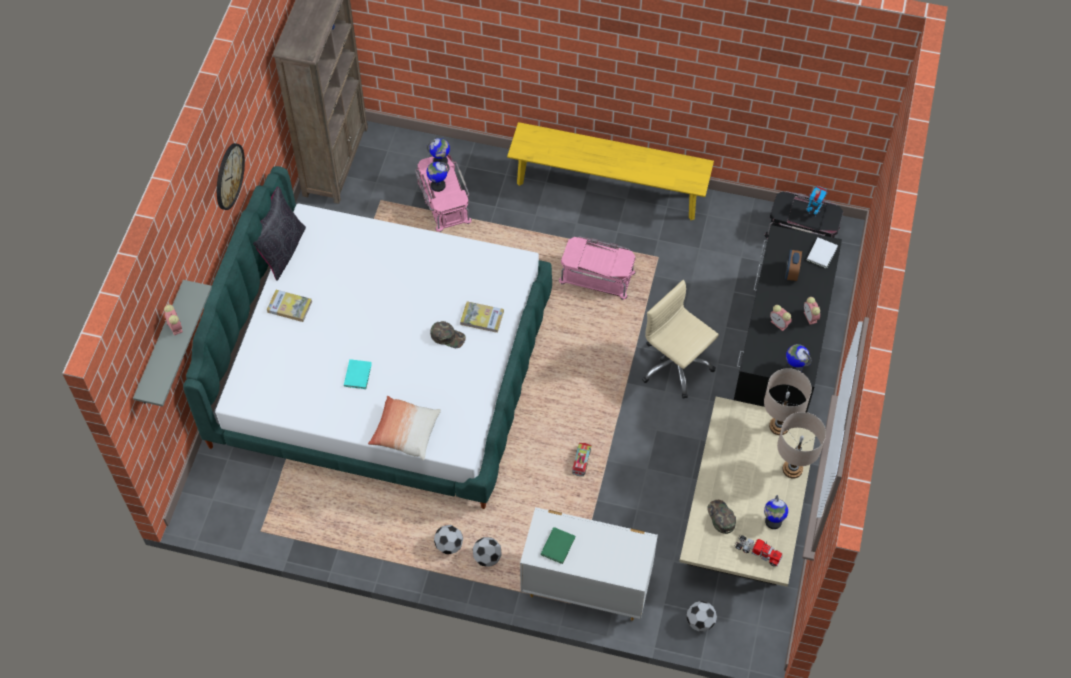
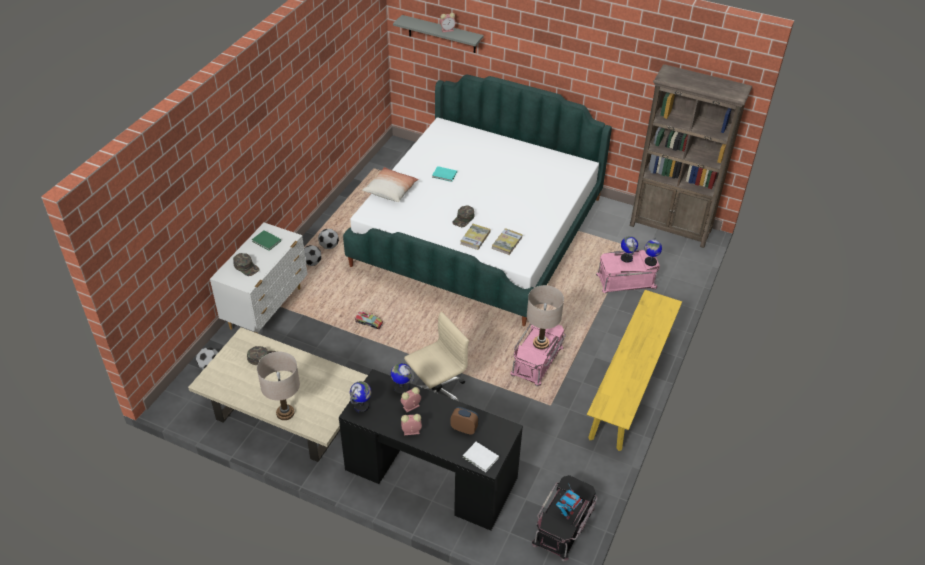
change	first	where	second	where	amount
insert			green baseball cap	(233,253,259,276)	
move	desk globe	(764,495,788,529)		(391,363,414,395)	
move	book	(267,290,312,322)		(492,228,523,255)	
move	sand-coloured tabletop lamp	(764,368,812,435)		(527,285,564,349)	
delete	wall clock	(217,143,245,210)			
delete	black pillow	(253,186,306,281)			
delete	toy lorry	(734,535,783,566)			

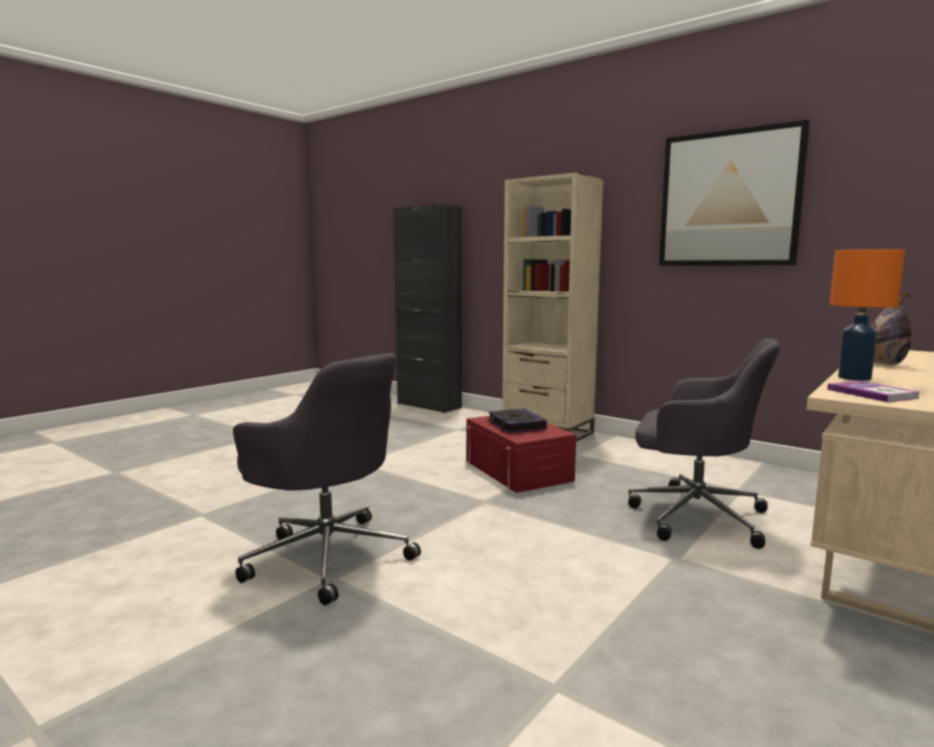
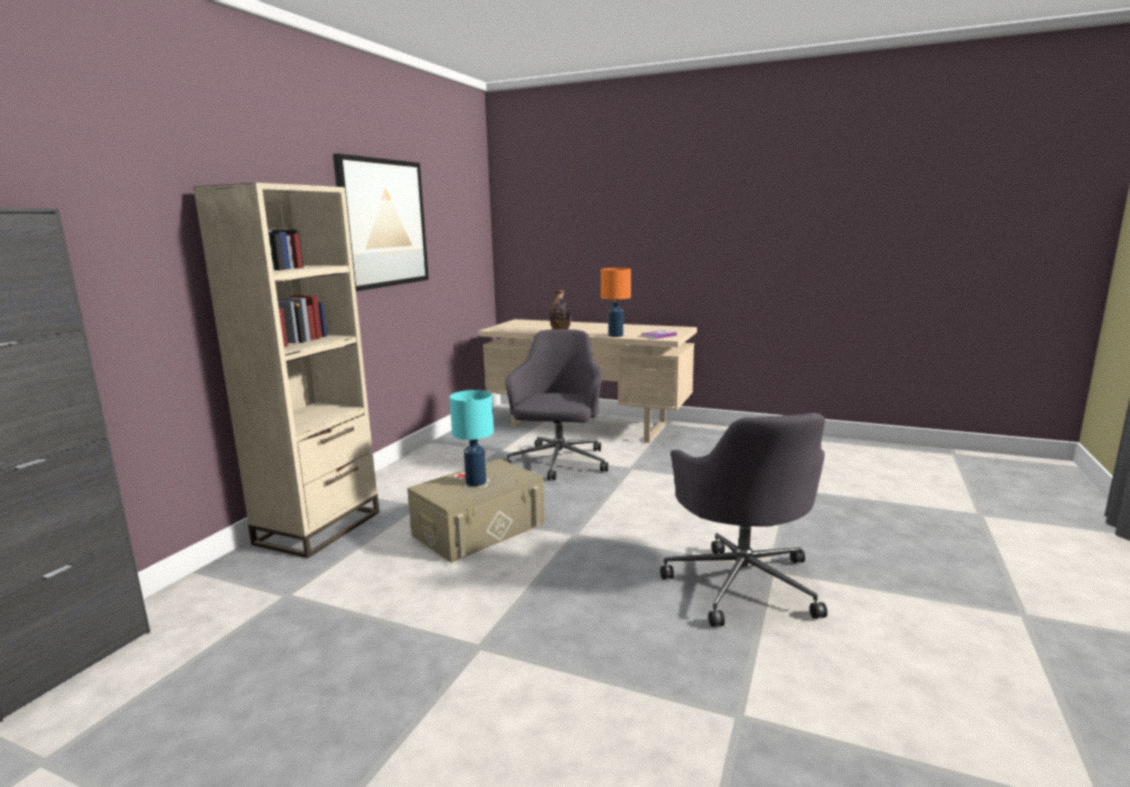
change	first	where	second	where	amount
recolor	red-coloured storage bin	(466,416,576,493)	sand-coloured storage bin	(407,459,545,563)	
replace	book	(488,408,547,433)	turquoise tabletop lamp	(450,390,494,486)	
rotate	greyish office chair	(233,353,421,605)		(660,413,828,627)	150 degrees clockwise

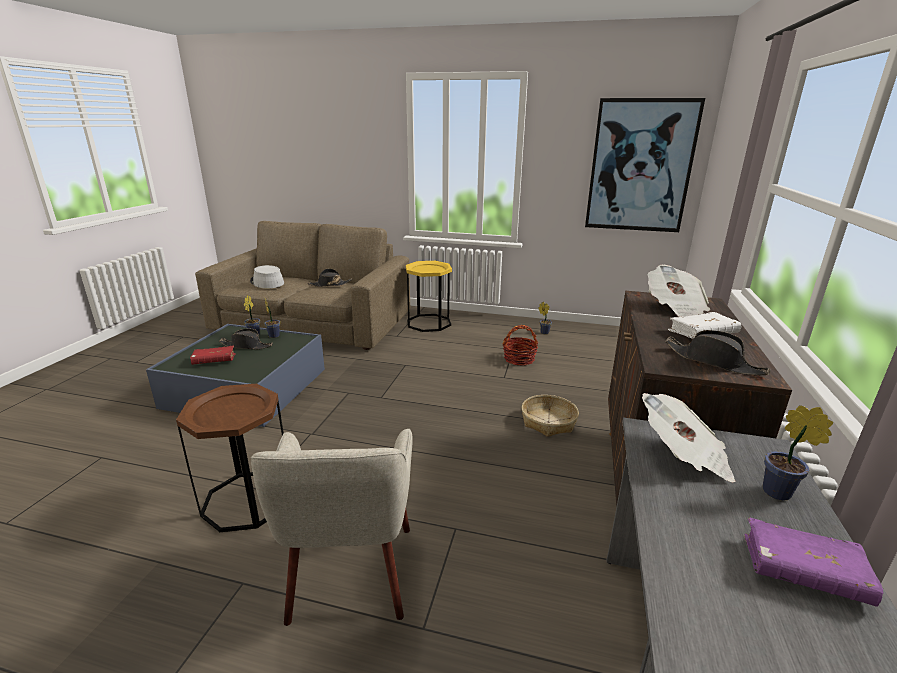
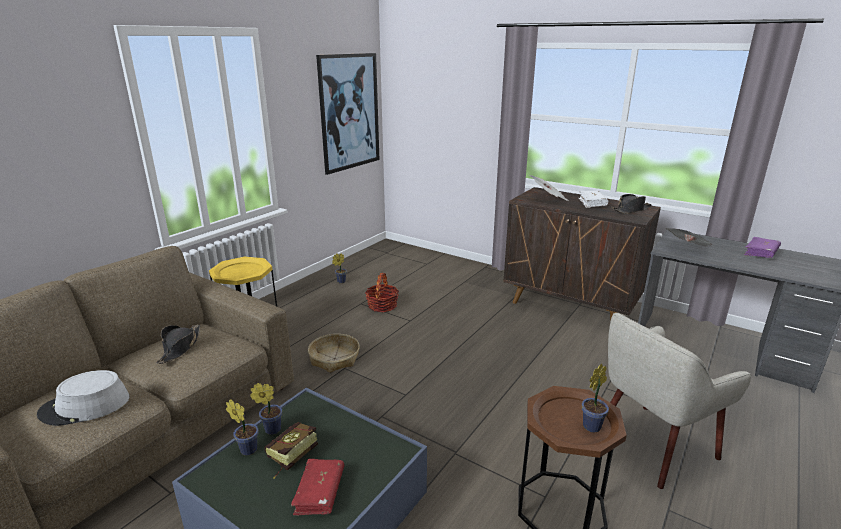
change	first	where	second	where	amount
replace	black hat	(219,329,273,350)	book	(264,422,318,479)	
move	household basket	(521,395,579,437)		(308,334,360,373)	
move	potted plant	(763,405,833,501)		(582,364,609,433)	
rotate	sand-coloured armchair	(251,429,413,626)		(608,313,751,489)	135 degrees clockwise

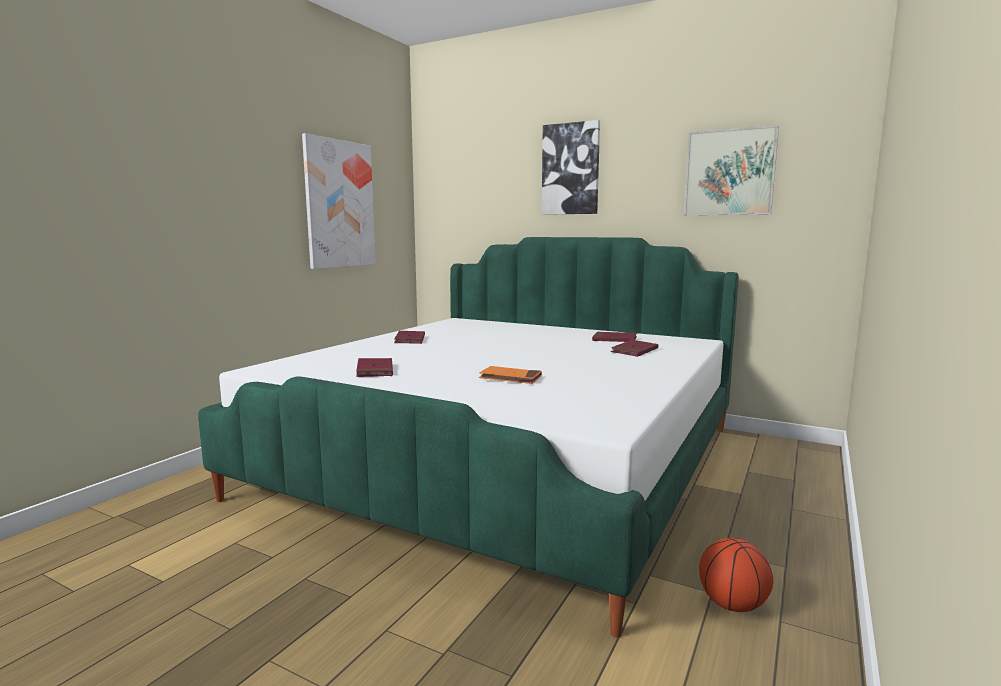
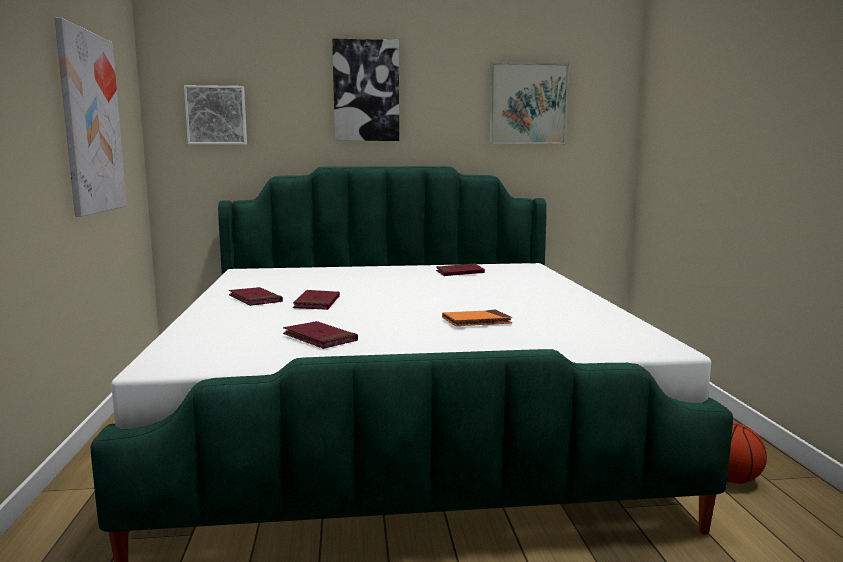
change	first	where	second	where	amount
insert			wall art	(184,85,247,145)	
move	red-coloured book	(611,340,658,357)		(293,290,340,310)	

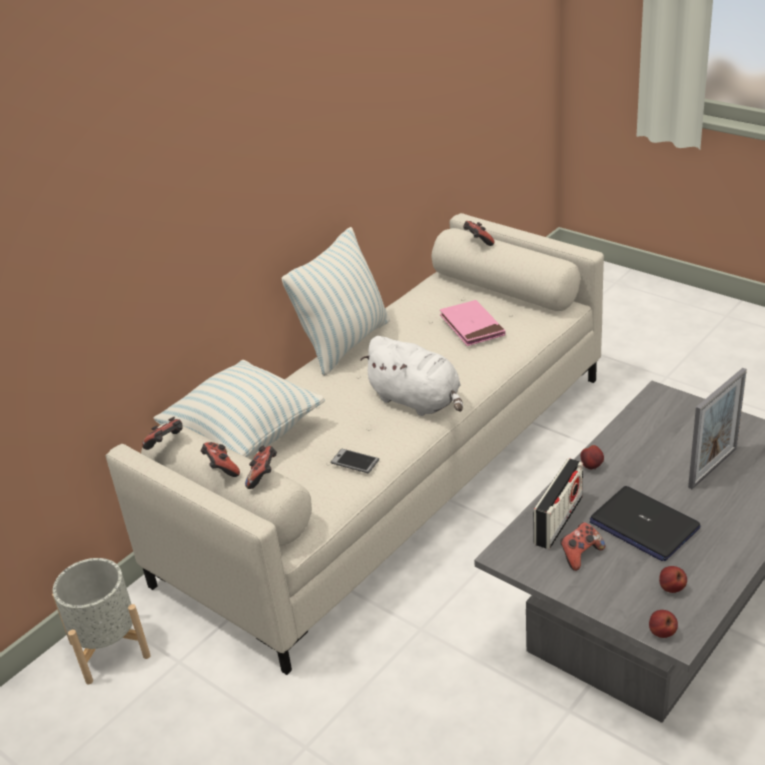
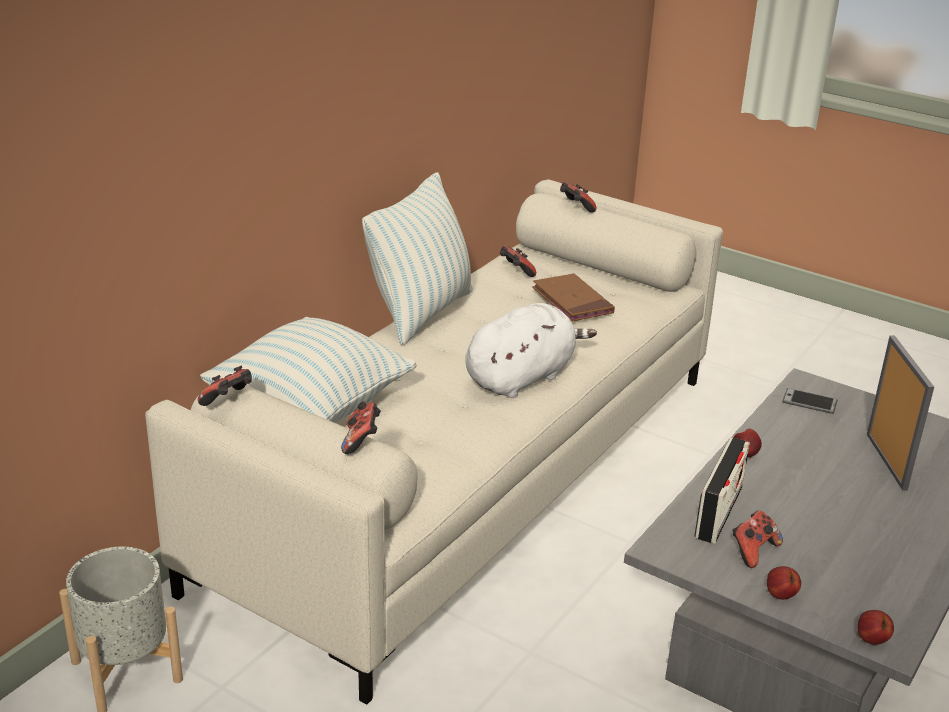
change	first	where	second	where	amount
rotate	white-coloured plush toy	(360,336,463,416)		(465,303,597,398)	75 degrees counterclockwise
move	joypad	(201,442,240,477)		(500,246,536,277)	
recolor	pinkish book	(440,300,505,346)	brownish book	(532,273,615,322)	
move	apple	(659,566,687,593)		(767,566,801,600)	
move	phone	(330,449,379,473)		(782,388,838,414)	
rotate	standing frame	(688,368,747,489)		(867,335,934,491)	45 degrees counterclockwise
delete	notebook computer	(590,486,701,561)			

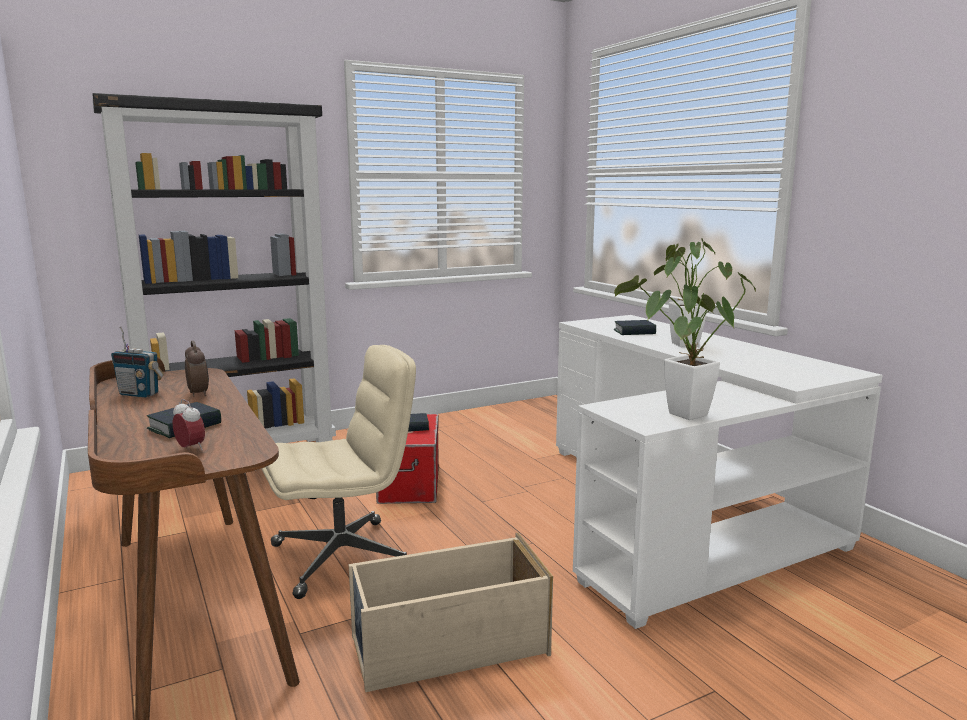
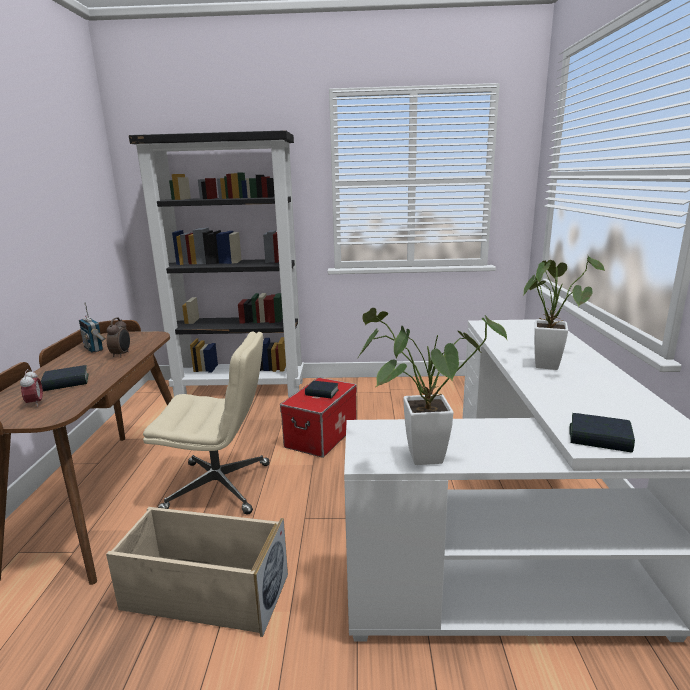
change	first	where	second	where	amount
move	book	(614,320,656,335)		(569,413,635,453)	

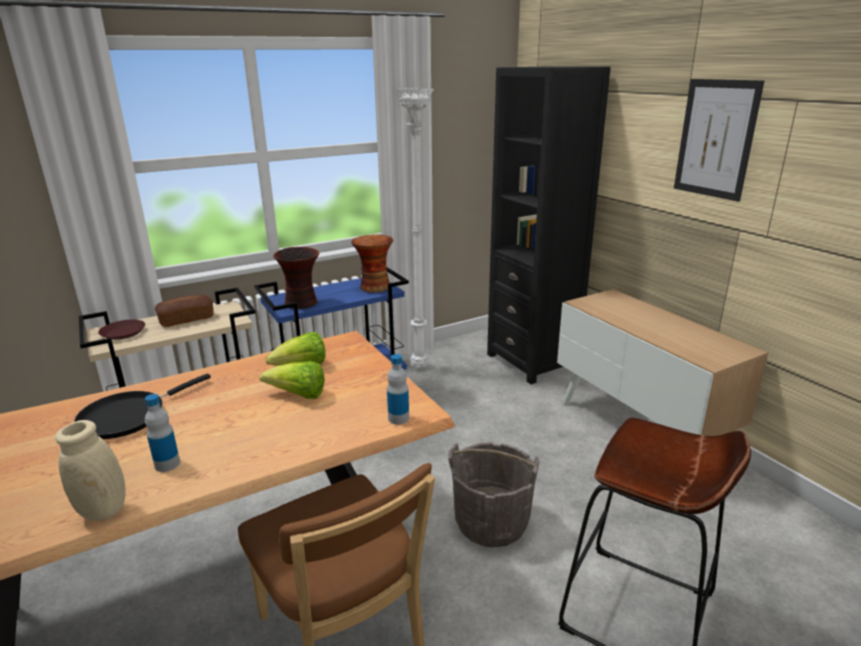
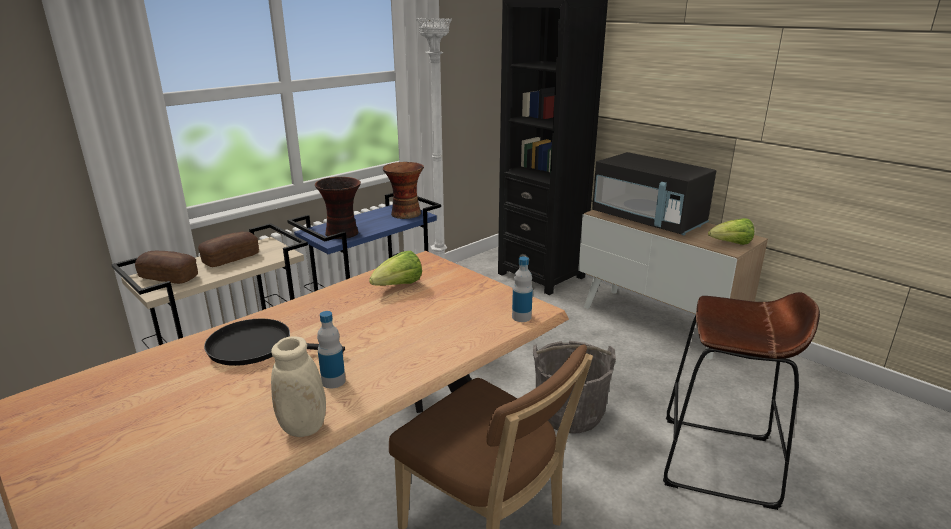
change	first	where	second	where	amount
replace	brownish flat dish	(98,320,145,340)	baked bread	(135,251,198,284)	
rotate	black frying pan	(74,374,211,439)		(204,319,345,366)	75 degrees clockwise
insert			black microwave	(592,152,716,235)	
move	lettuce	(260,361,325,399)		(708,218,754,245)	
delete	wall art	(674,79,764,202)			

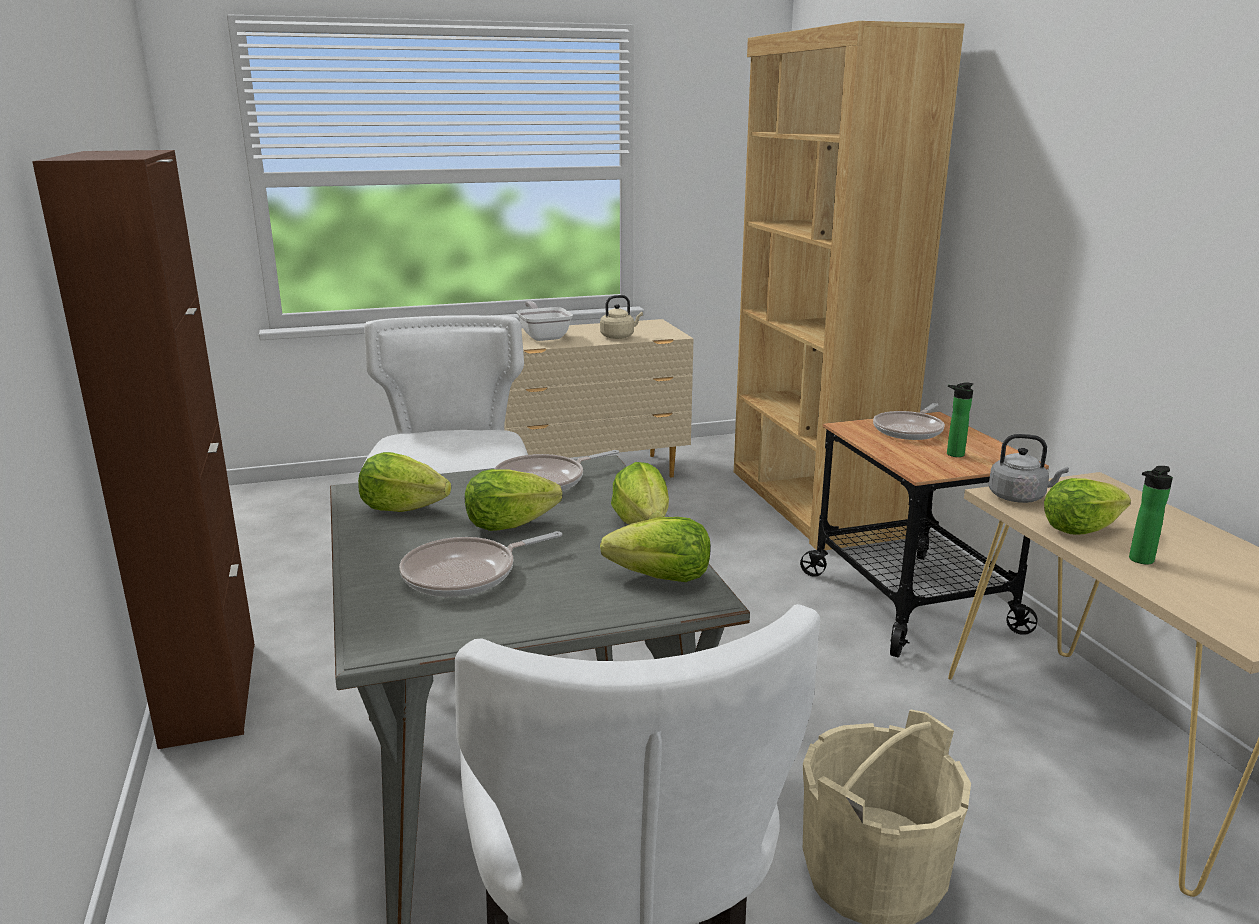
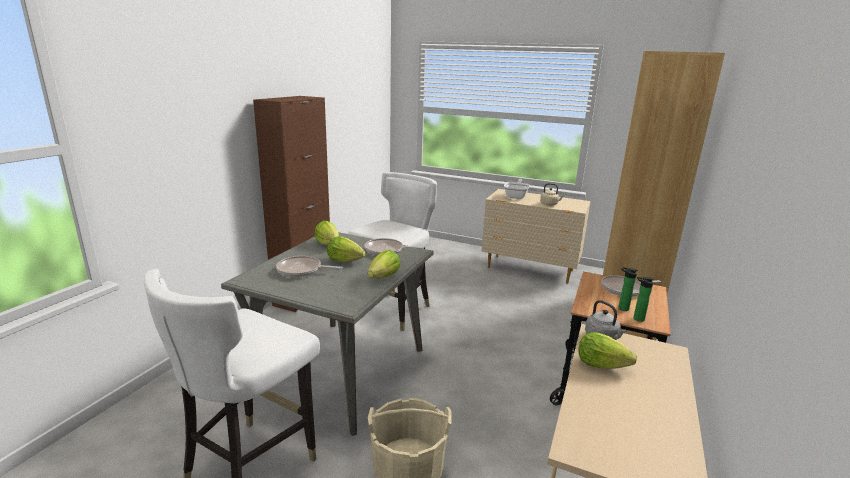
change	first	where	second	where	amount
move	bottle	(1129,466,1173,564)		(633,277,654,322)	
delete	lettuce	(600,517,711,582)			

